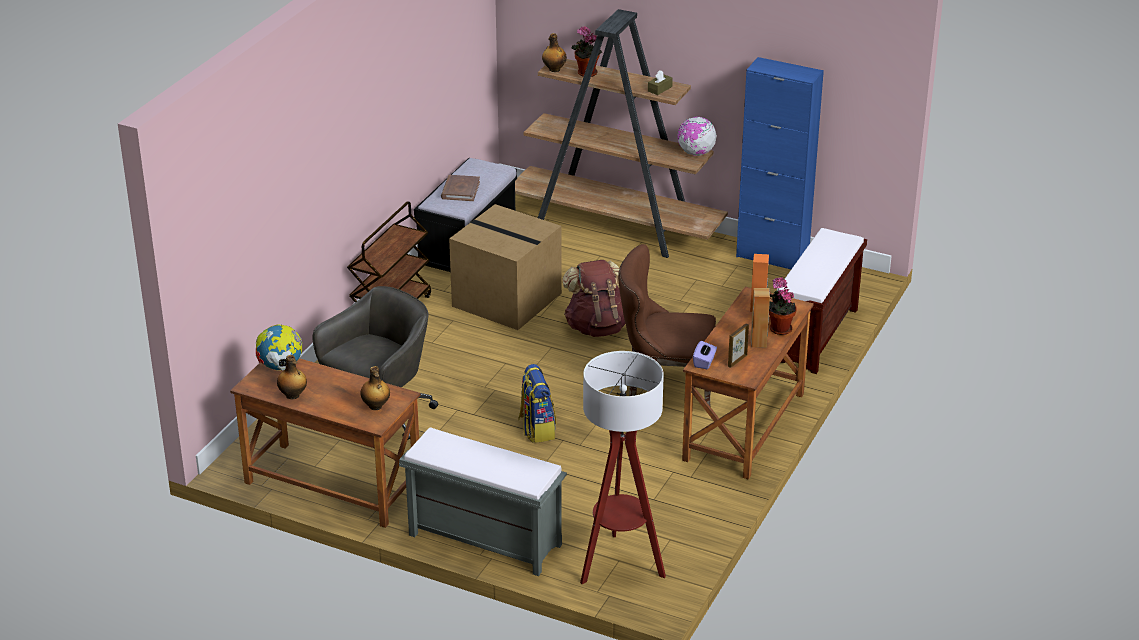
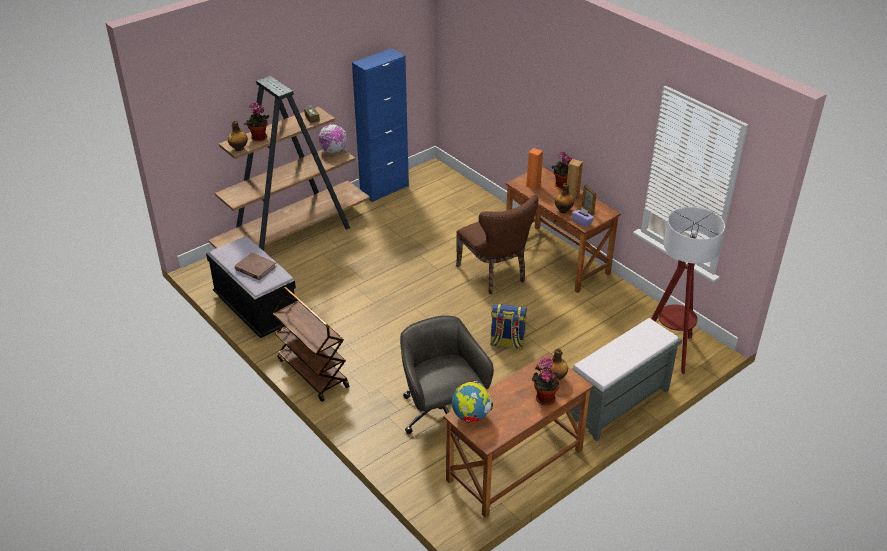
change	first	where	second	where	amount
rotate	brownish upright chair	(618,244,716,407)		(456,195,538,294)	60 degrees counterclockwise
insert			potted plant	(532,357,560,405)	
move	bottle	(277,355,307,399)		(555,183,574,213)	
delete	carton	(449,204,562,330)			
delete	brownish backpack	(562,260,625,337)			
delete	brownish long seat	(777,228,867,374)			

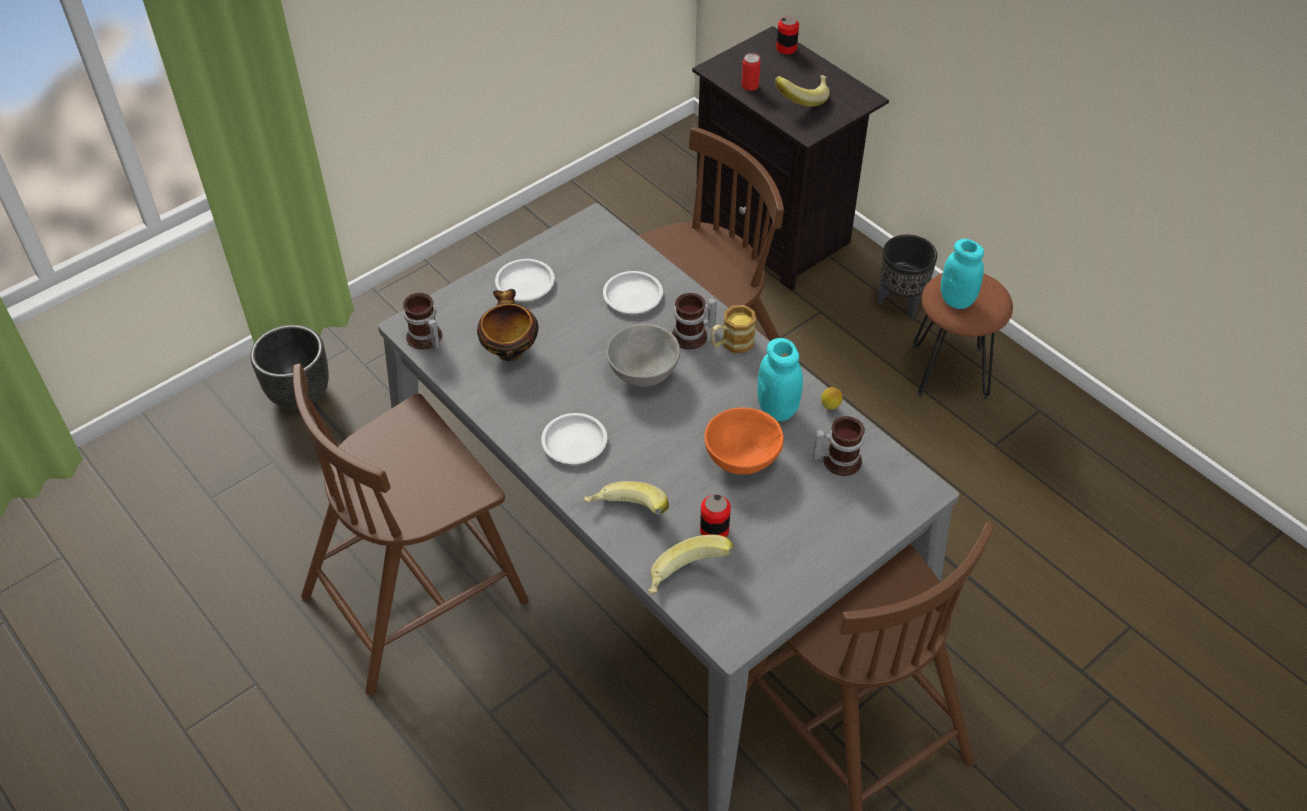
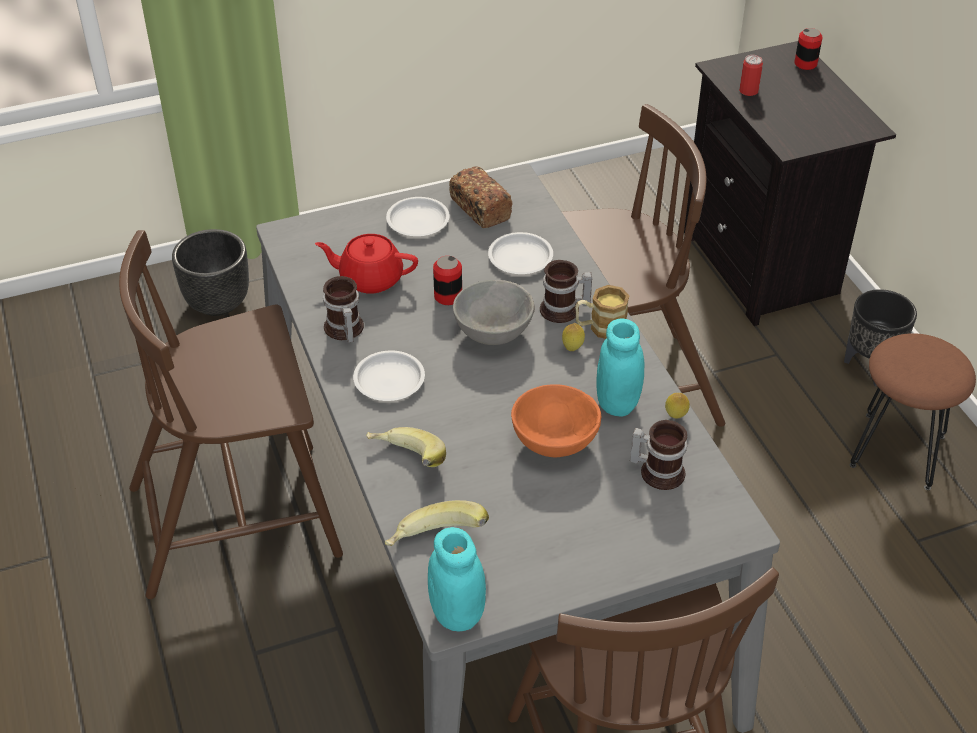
change	first	where	second	where	amount
replace	deep dish	(477,289,538,361)	red-coloured tea pot	(315,234,418,293)	
move	mug	(403,293,442,350)		(323,276,364,343)	
move	turquoise storage jar	(941,239,984,309)		(428,527,486,631)	
move	metal can	(700,495,731,537)		(433,256,462,305)	
insert			baked bread	(449,166,512,228)	
insert			whole lemon	(562,323,585,351)	
delete	banana	(775,75,830,107)			

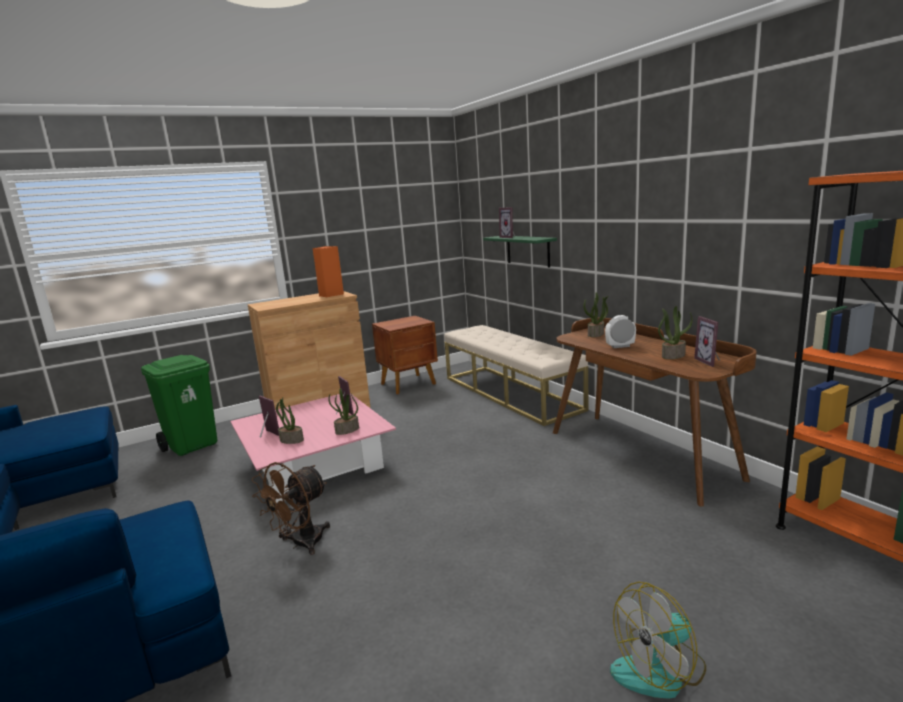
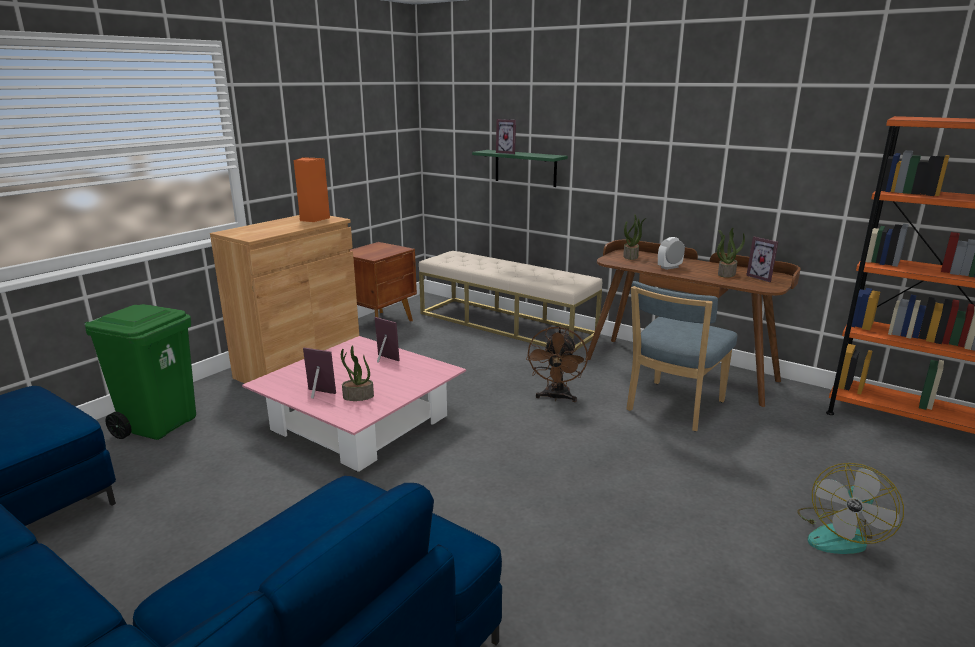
change	first	where	second	where	amount
move	brownish fan	(252,462,330,555)		(526,326,588,402)	
insert			blue-coloured upright chair	(626,281,737,431)	
delete	potted plant	(328,388,359,435)			

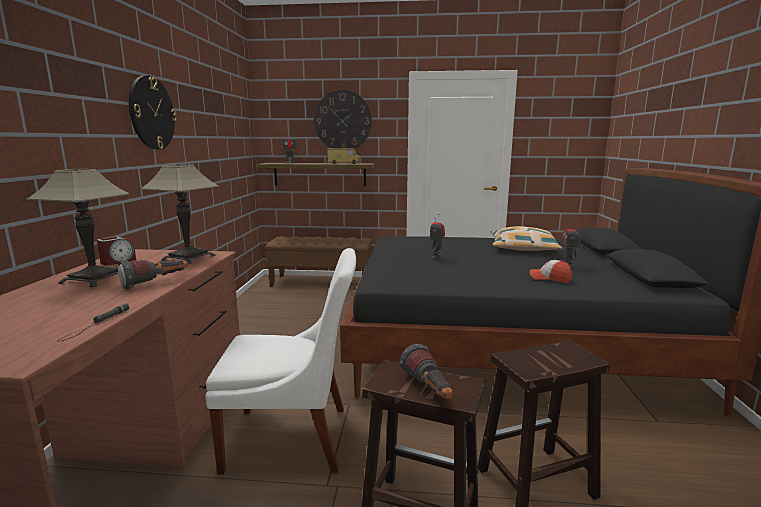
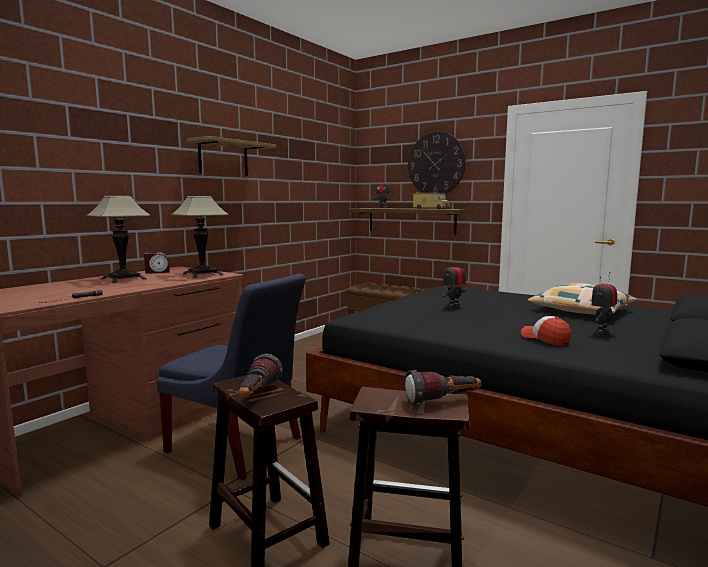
change	first	where	second	where	amount
recolor	white-coloured upright chair	(205,248,356,475)	blue-coloured upright chair	(157,273,306,480)	
replace	wall clock	(129,75,177,150)	shelf	(187,136,276,176)	
move	torch	(118,260,188,289)		(405,370,481,406)	

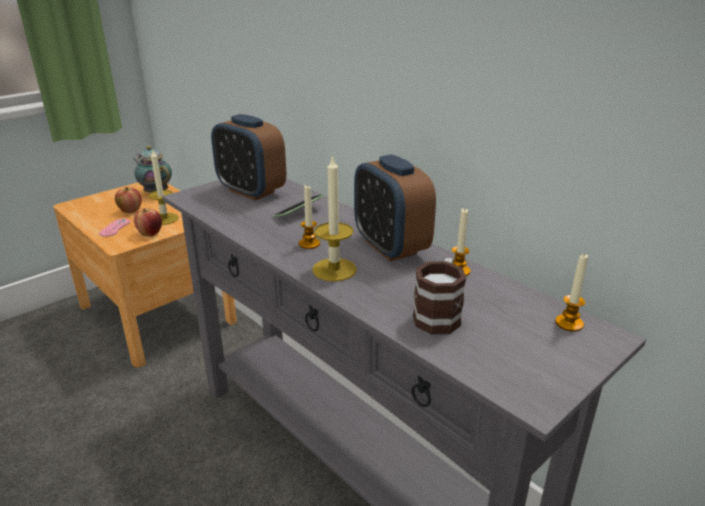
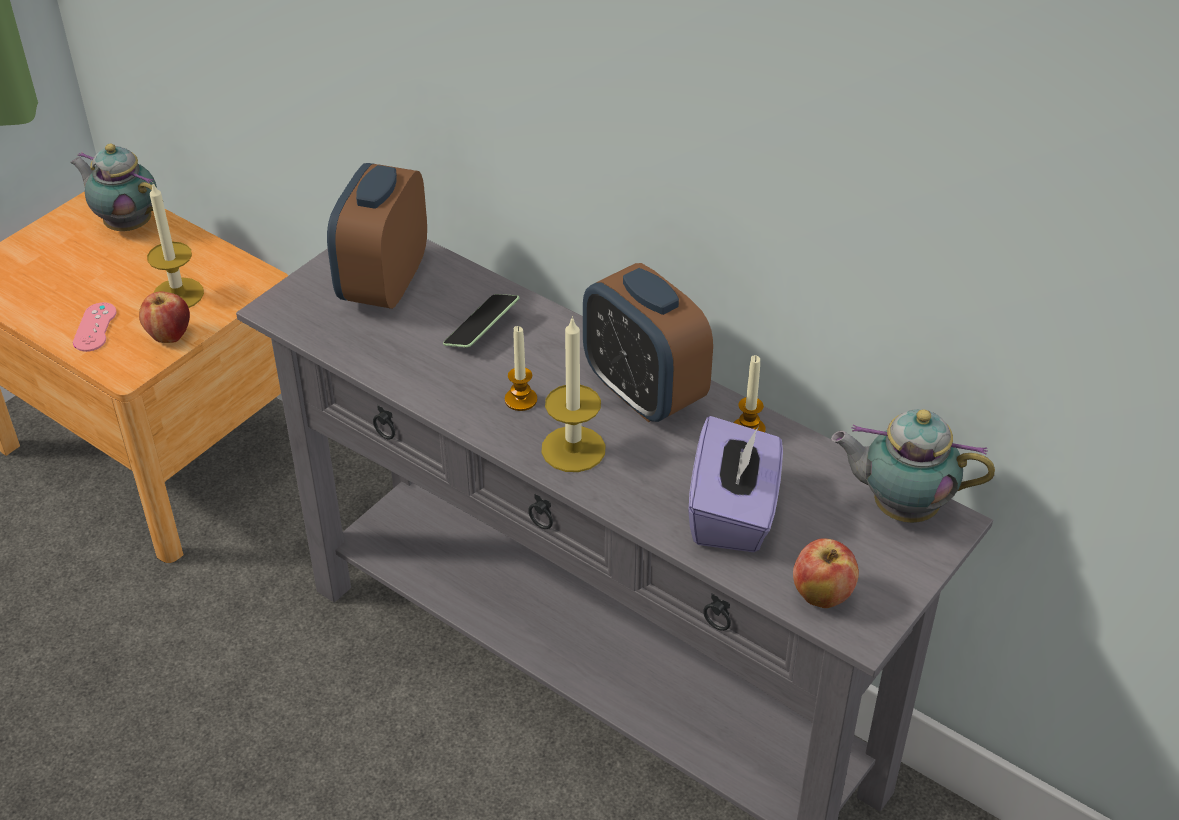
change	first	where	second	where	amount
rotate	table clock	(211,114,286,200)		(327,163,427,309)	75 degrees clockwise
replace	mug	(413,258,466,334)	purple tissue holder	(688,416,783,552)	
move	apple	(115,187,141,213)		(793,538,859,608)	
replace	wax light	(555,253,588,332)	tea pot	(831,409,995,523)	

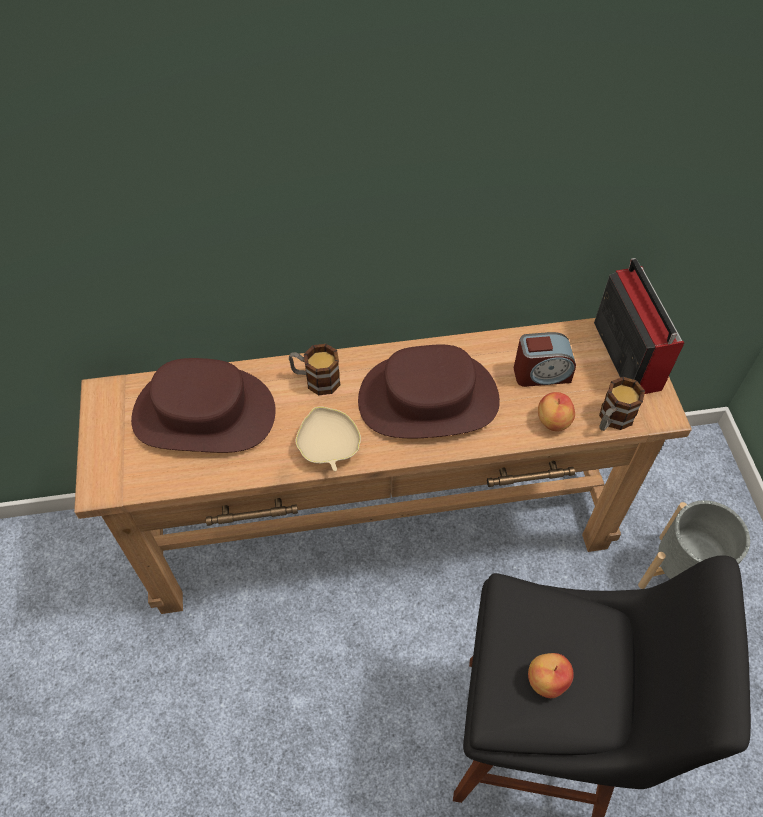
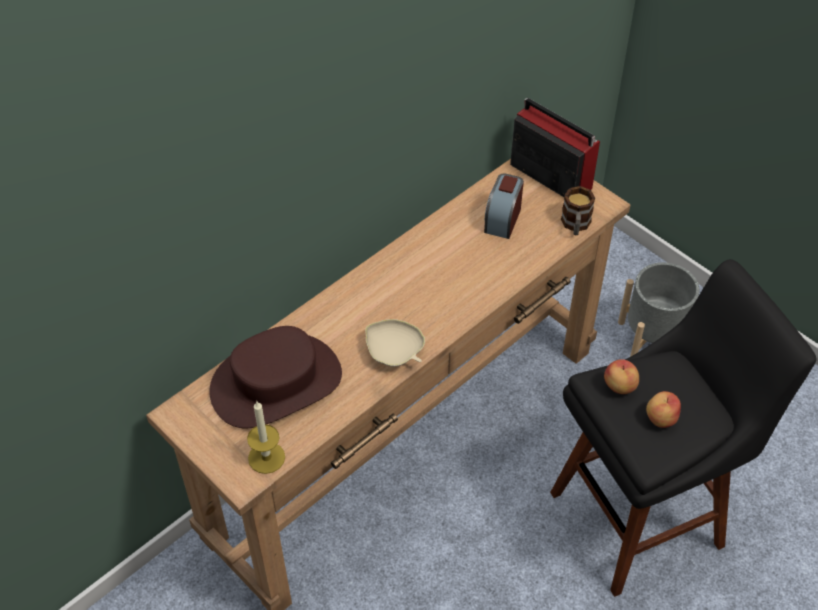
change	first	where	second	where	amount
insert			wax light	(247,401,285,474)	
rotate	table clock	(514,332,576,387)		(484,173,524,239)	150 degrees clockwise
move	apple	(538,392,575,431)		(604,359,639,394)	
delete	mug	(289,344,340,395)			
delete	brownish hat	(358,345,500,438)			

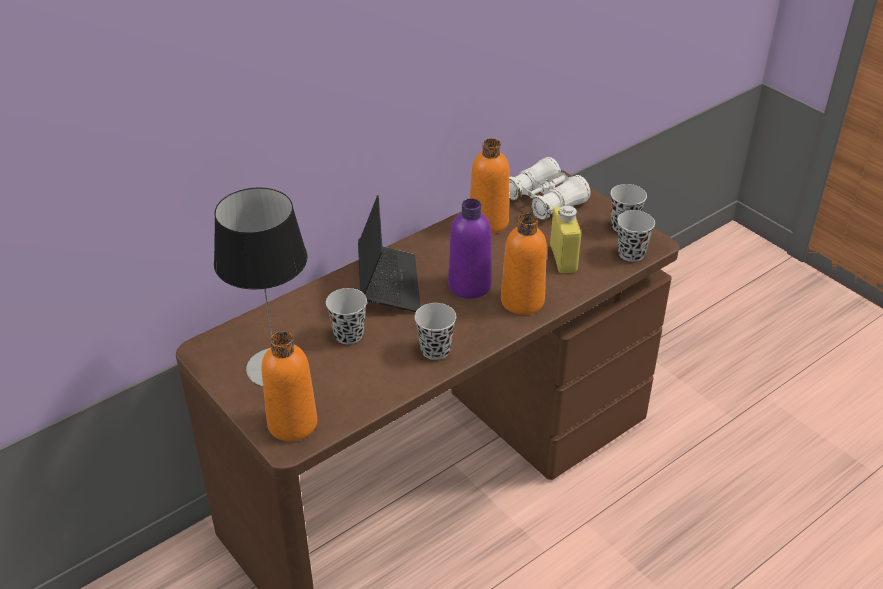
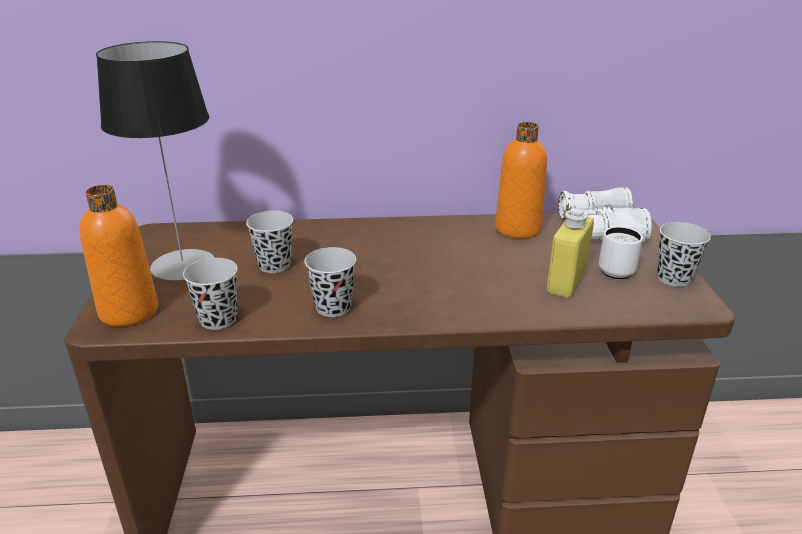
change	first	where	second	where	amount
move	black small cup	(617,210,655,262)		(183,258,238,330)	
insert			white-coloured mug	(599,225,643,280)	
delete	notebook computer	(358,195,421,312)			
delete	purple bottle	(448,198,491,299)			
delete	orange bottle	(501,213,547,315)			

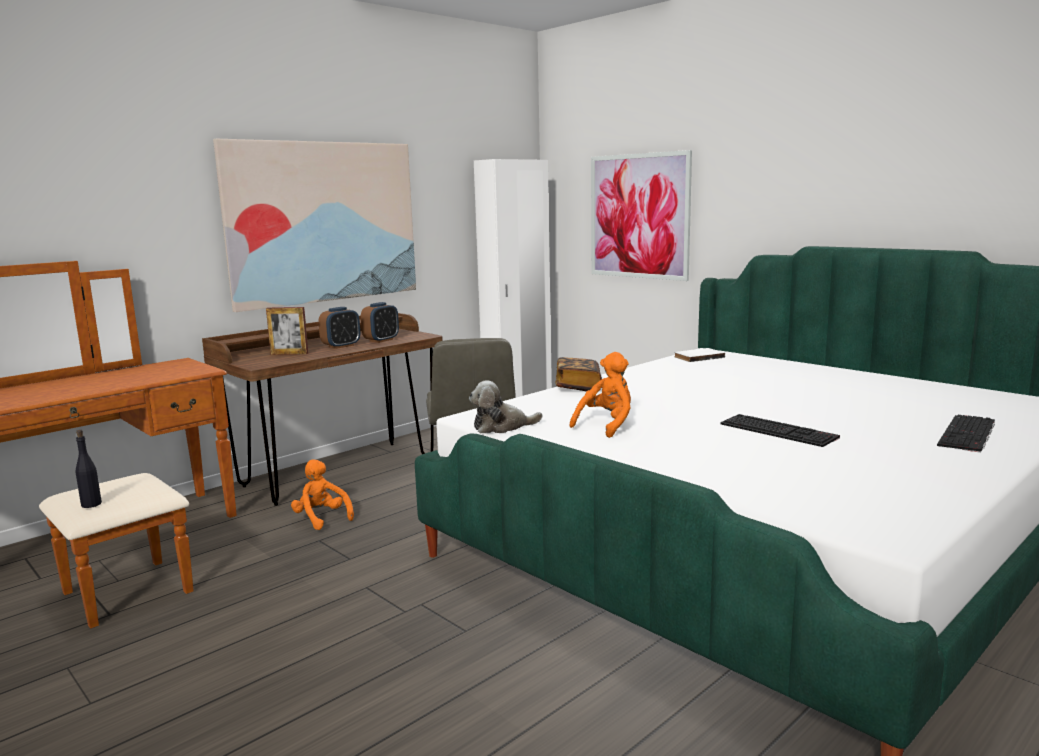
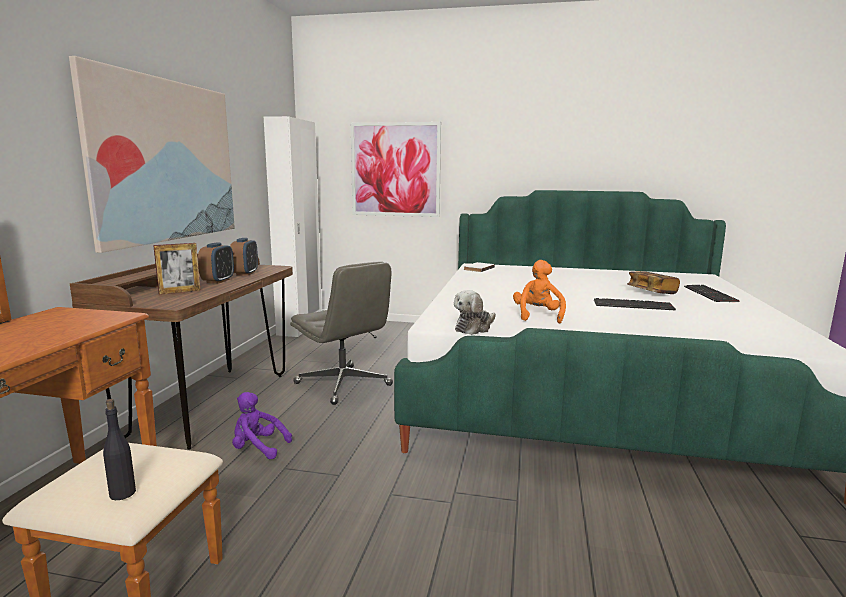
change	first	where	second	where	amount
recolor	orange plush toy	(291,459,354,530)	purple plush toy	(232,392,292,459)	
move	book	(555,357,602,392)		(627,271,680,294)	

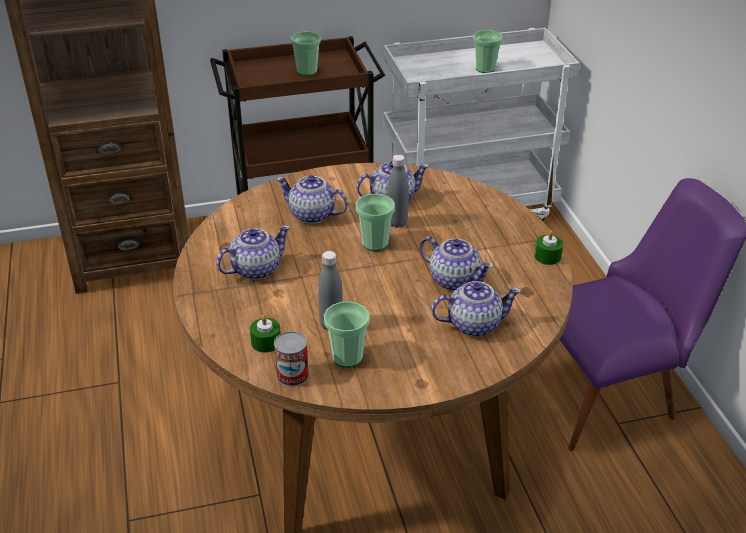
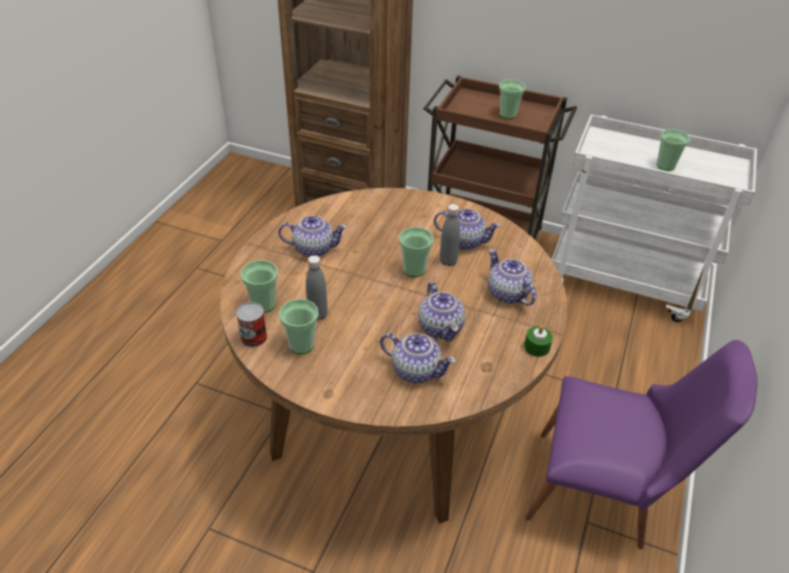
change	first	where	second	where	amount
replace	green wax light	(250,315,281,353)	small cup	(241,260,278,313)	
move	tea pot	(276,175,348,224)		(488,249,536,306)	

